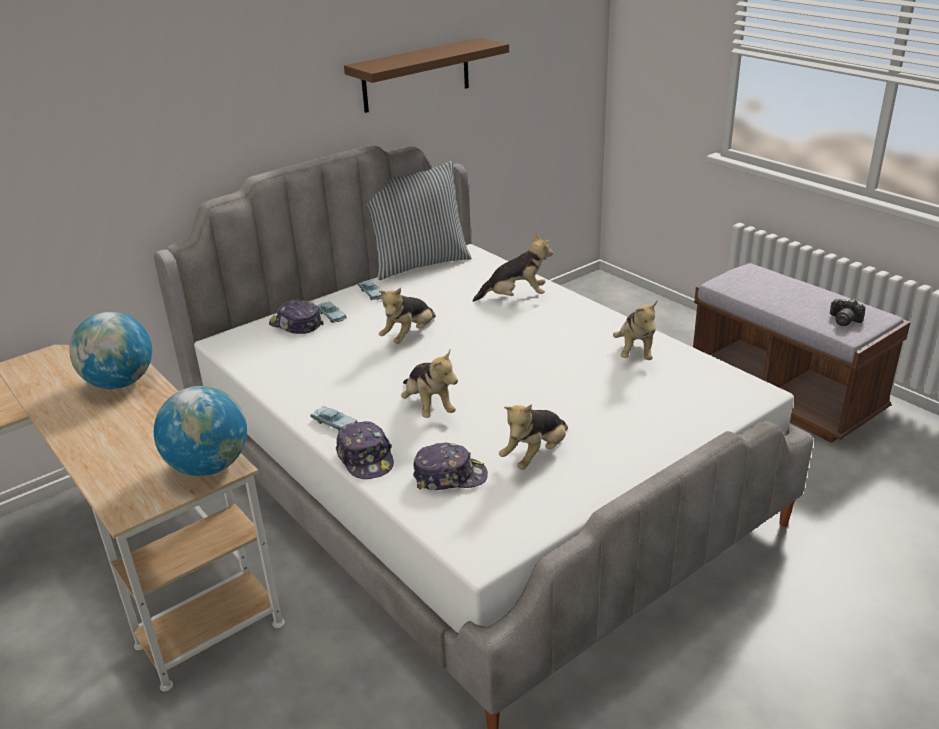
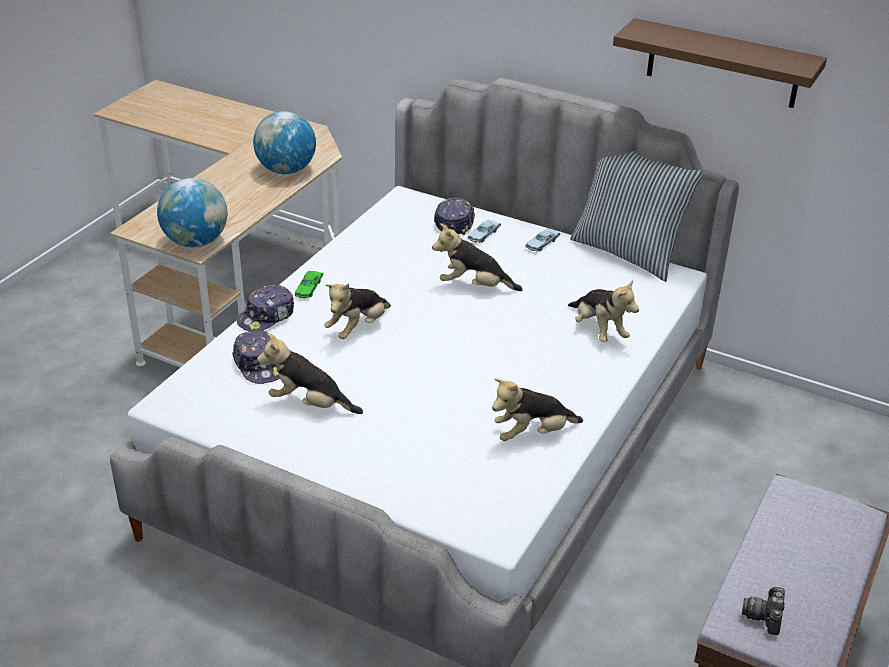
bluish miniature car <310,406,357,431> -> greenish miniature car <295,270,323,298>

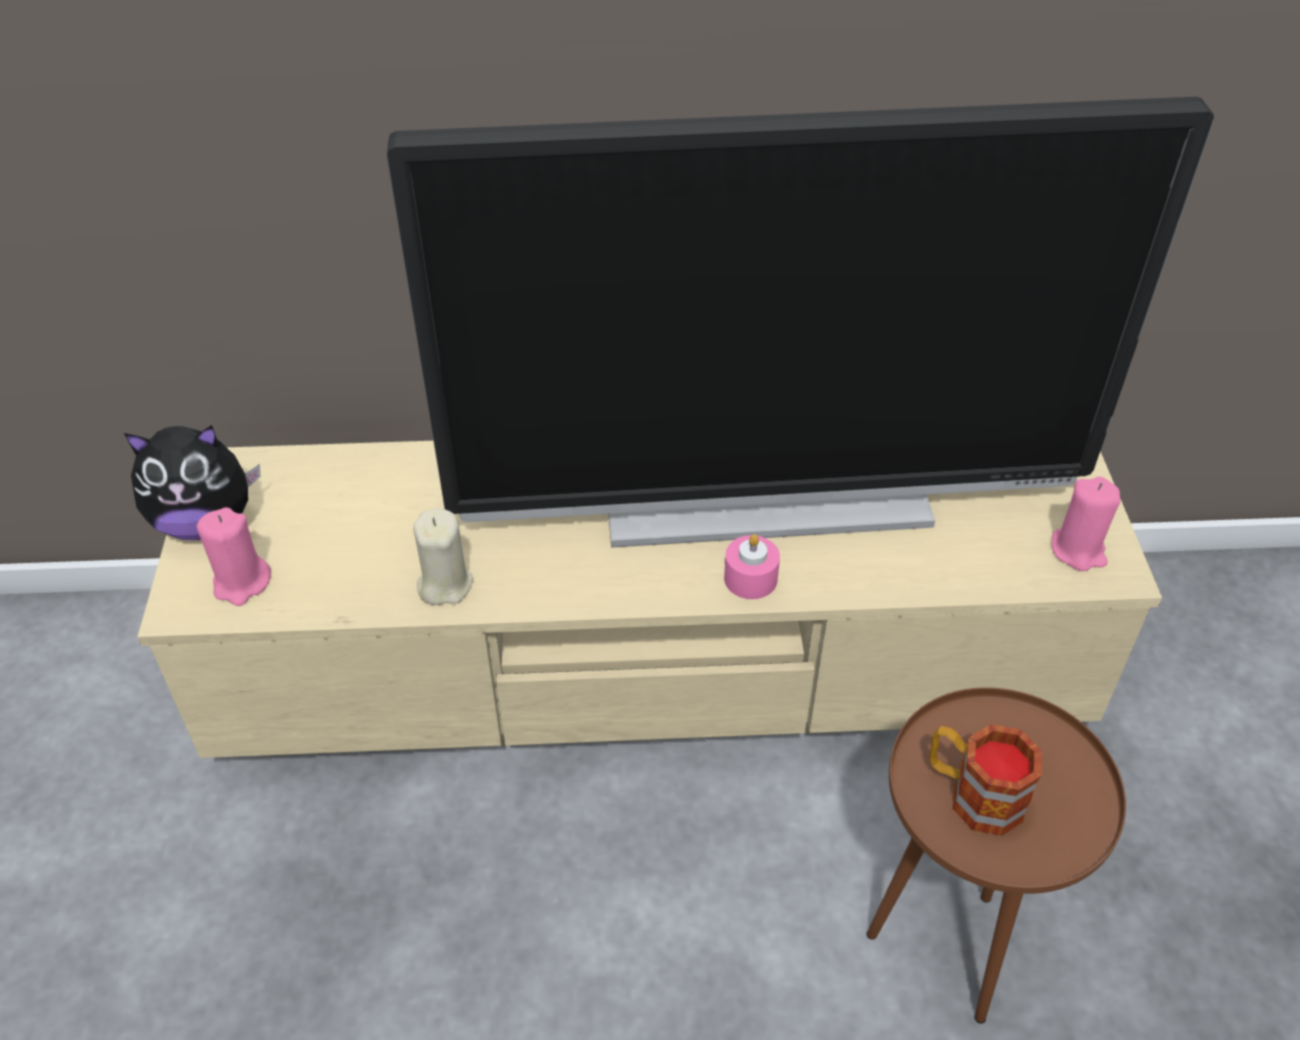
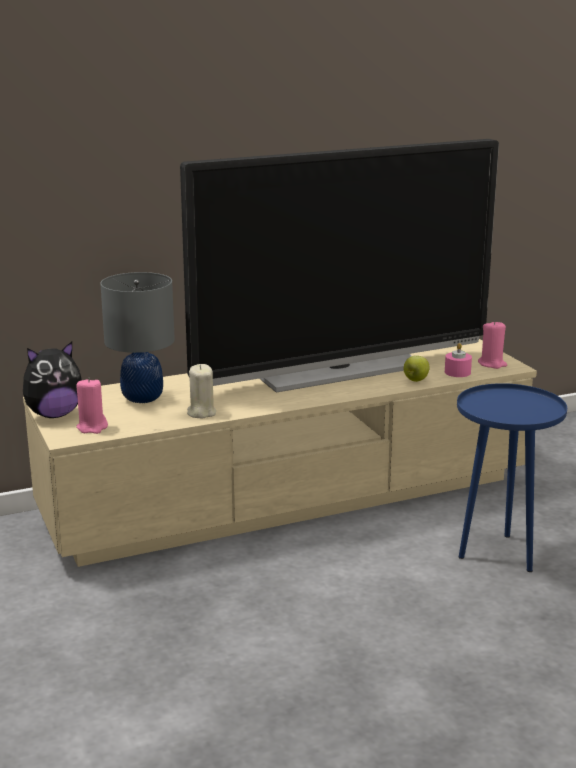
pink wax candle <724,534,780,599> -> pink wax candle <445,343,472,377>, moved
brown-coloured accent table <866,687,1126,1024> -> bluish accent table <457,383,567,572>
tea mug <929,724,1042,836> -> none
none -> greyish table lamp <100,272,175,403>
none -> whole apple <404,355,430,382>

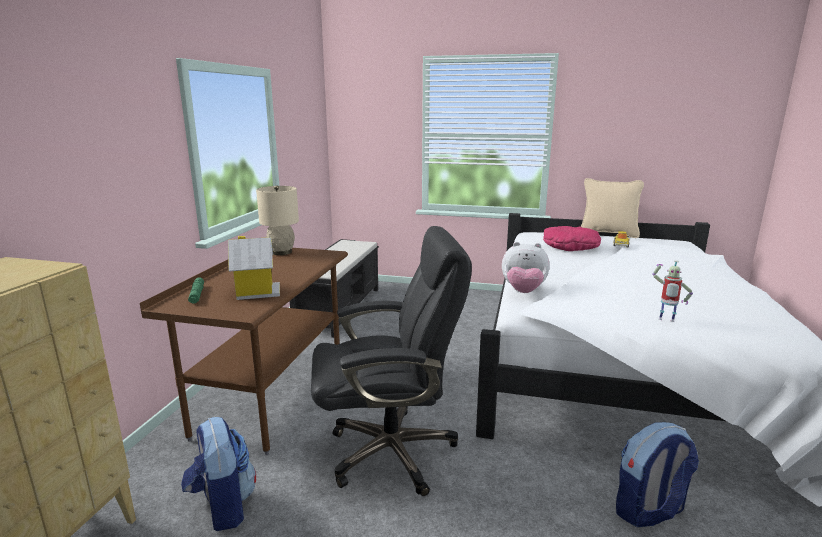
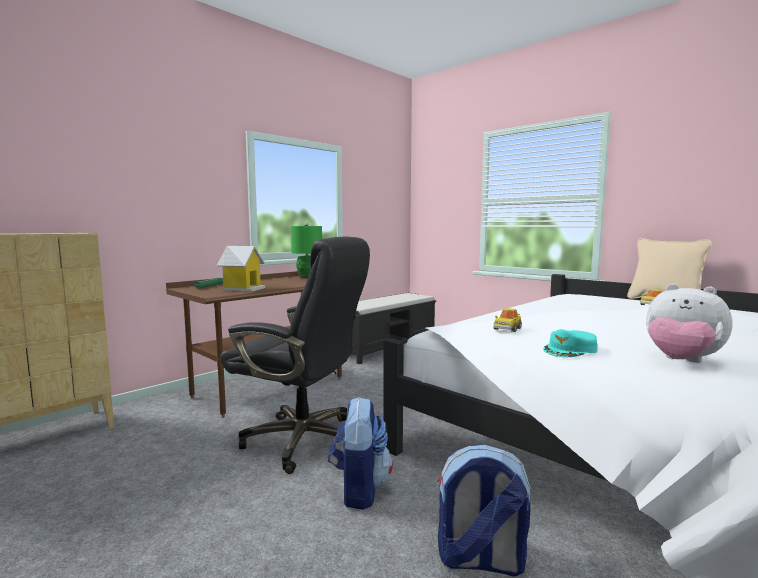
knapsack <181,417,256,531> -> knapsack <328,397,393,510>, moved
beige-coloured table lamp <256,185,299,255> -> greenish table lamp <291,223,322,279>
plush toy <502,242,550,293> -> plush toy <646,284,733,363>, moved
pink pillow <543,226,601,251> -> none
model robot <652,260,693,322> -> turquoise-coloured baseball cap <543,329,598,357>
none -> miniature car <493,308,522,332>

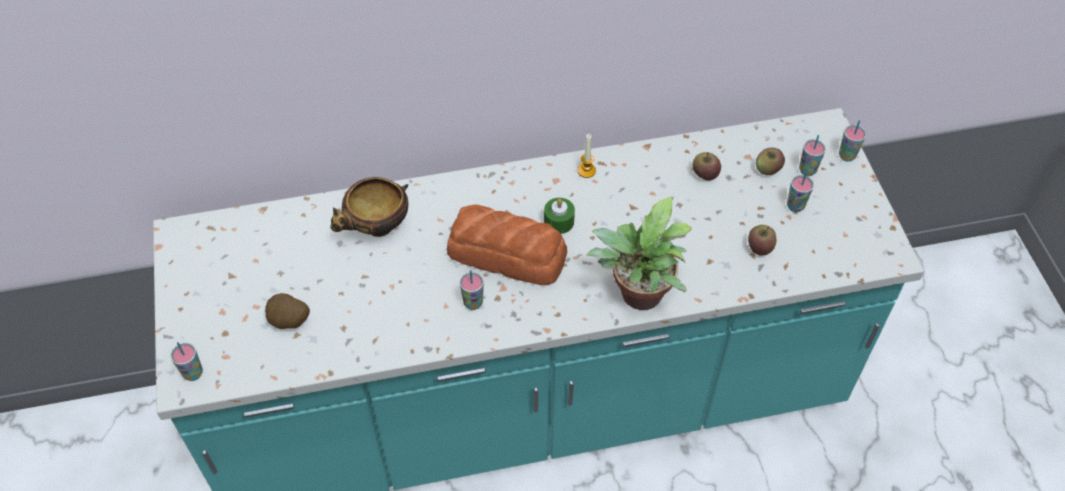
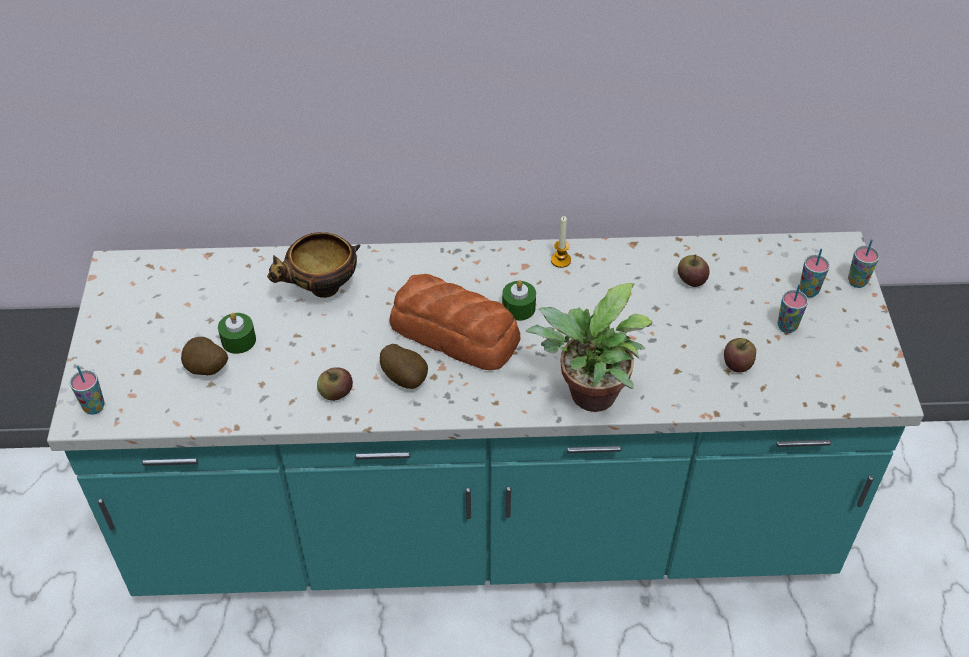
small cup <460,270,484,310> -> spud <380,344,428,389>
whole apple <756,148,785,175> -> whole apple <317,367,353,401>, moved
none -> greenish wax candle <218,313,256,354>

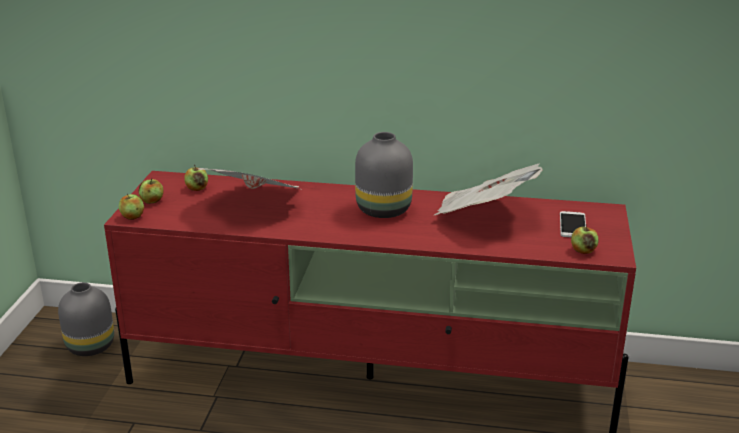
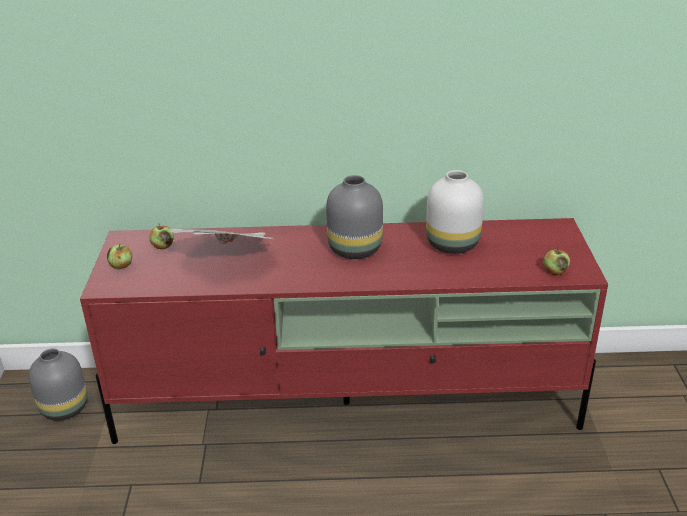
whole apple <119,194,144,220> -> none
newspaper <434,163,543,215> -> whitish vase <426,170,484,254>
telephone <560,211,586,237> -> none

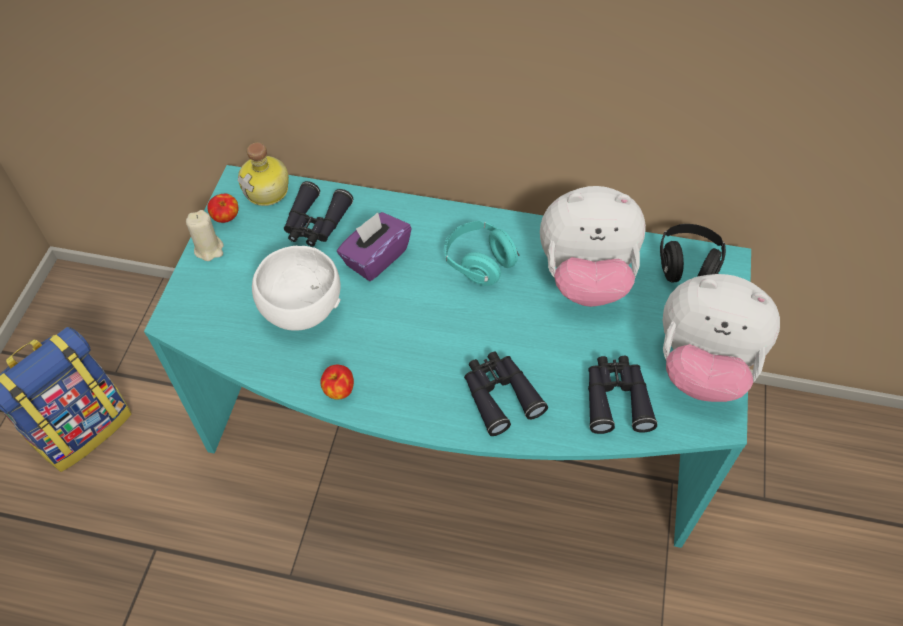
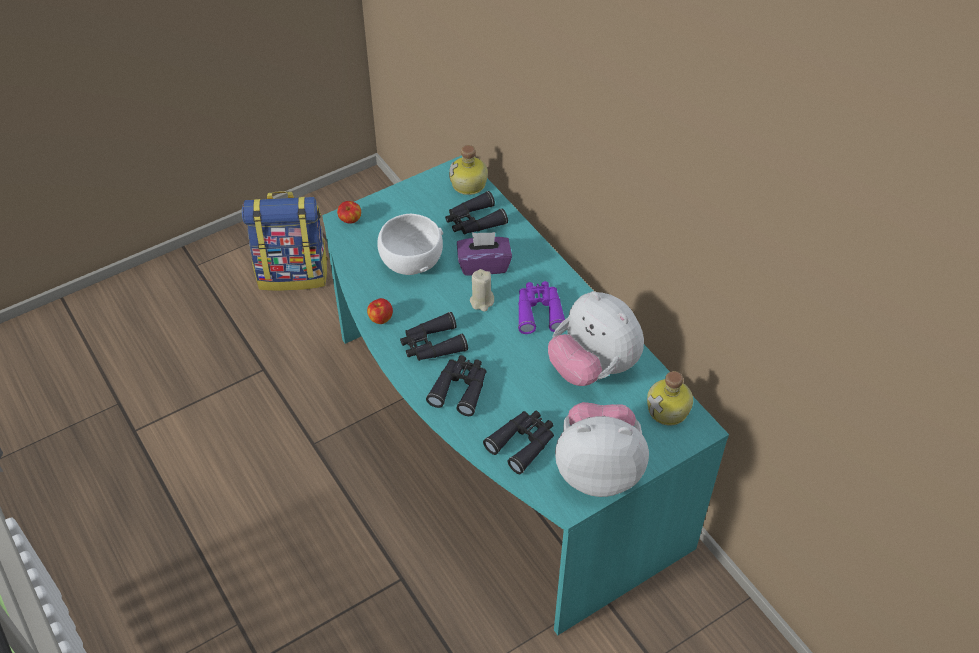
beige-coloured wax candle <186,210,223,261> -> beige-coloured wax candle <470,269,494,312>, moved
whole apple <207,194,238,223> -> whole apple <337,201,361,224>, moved
turquoise-coloured pair of headphones <445,221,520,286> -> purple field glasses <518,281,565,334>
black pair of headphones <660,224,726,283> -> drink bottle <647,371,693,426>
plush toy <663,274,780,402> -> plush toy <555,402,649,497>, 120 degrees clockwise
none -> black field glasses <400,312,468,361>

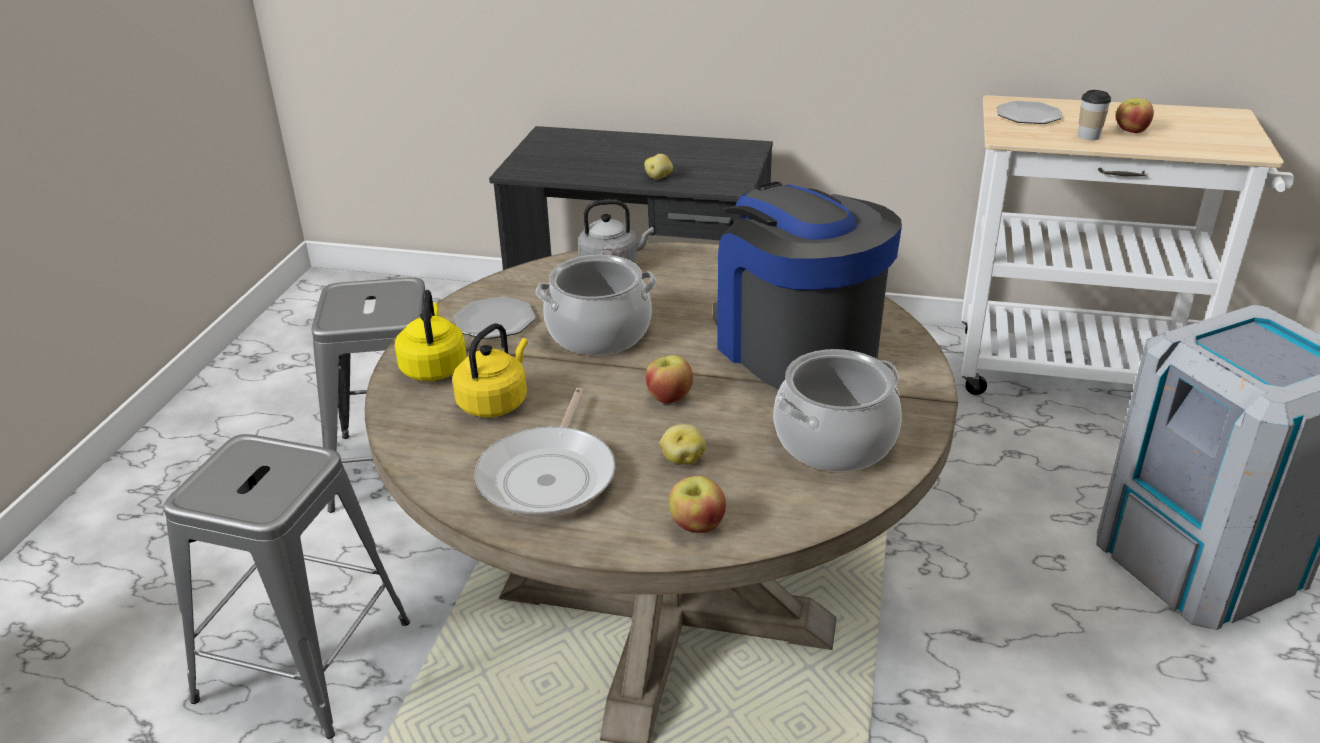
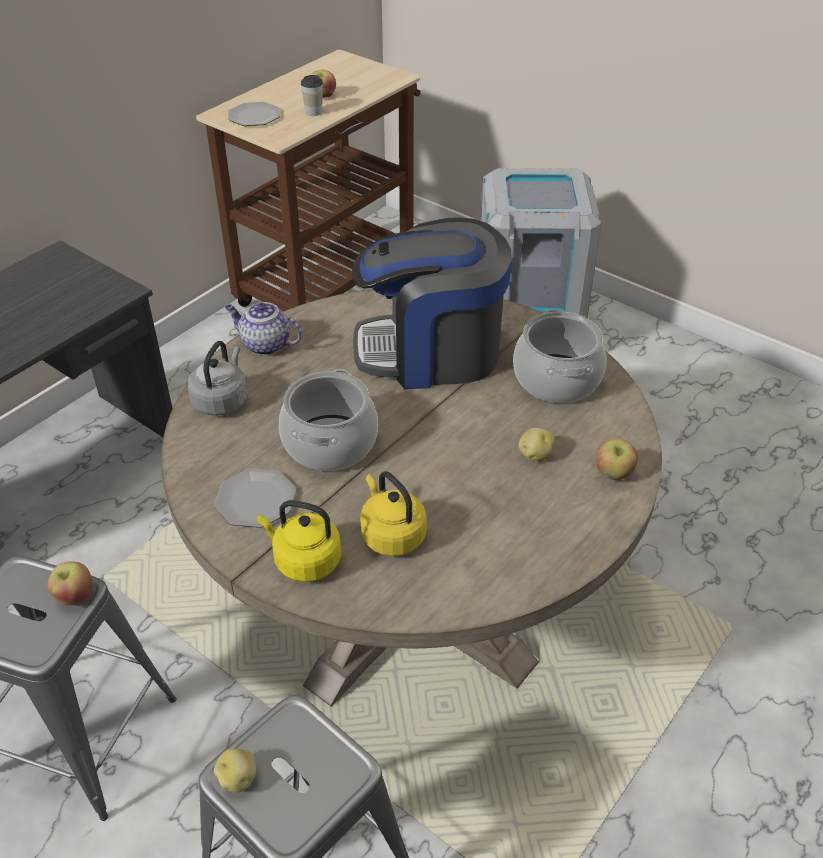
frying pan <475,388,616,518> -> none
spud <644,154,673,179> -> spud <214,748,256,792>, moved
whole apple <646,355,693,404> -> whole apple <48,561,92,605>, moved
whitish cart <961,95,1295,395> -> brown-coloured cart <196,50,421,311>
none -> tea pot <225,302,302,355>

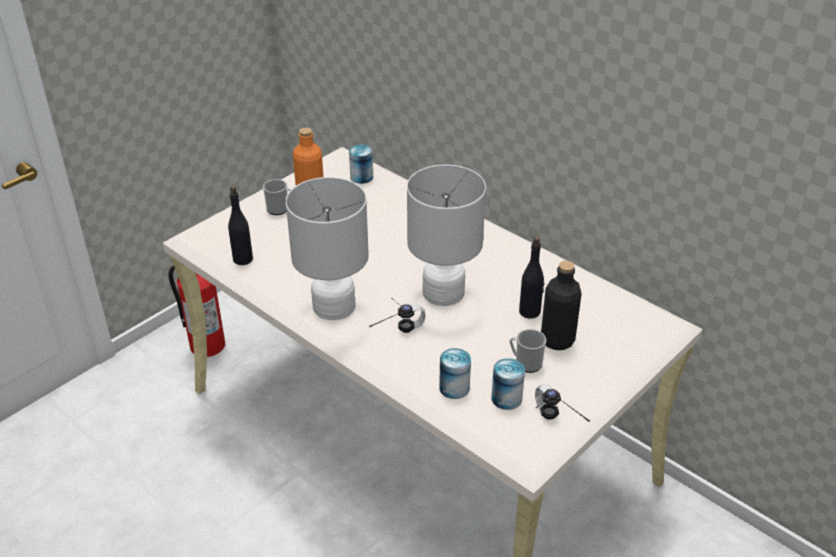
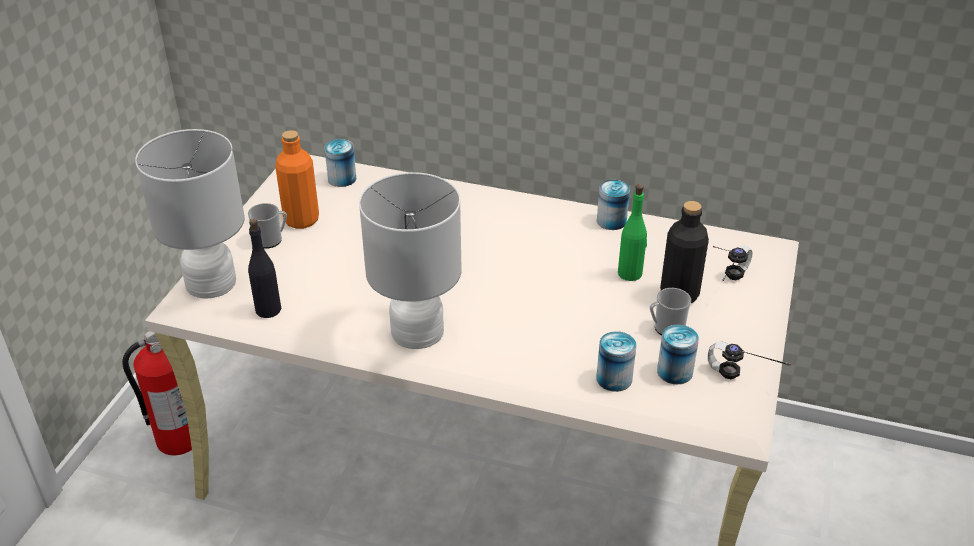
pair of headphones <369,298,425,333> -> pair of headphones <713,245,753,281>, moved
greyish table lamp <407,165,486,306> -> greyish table lamp <135,129,245,298>, moved
black drink bottle <519,236,544,319> -> greenish drink bottle <618,184,647,281>
none -> can <597,180,630,230>

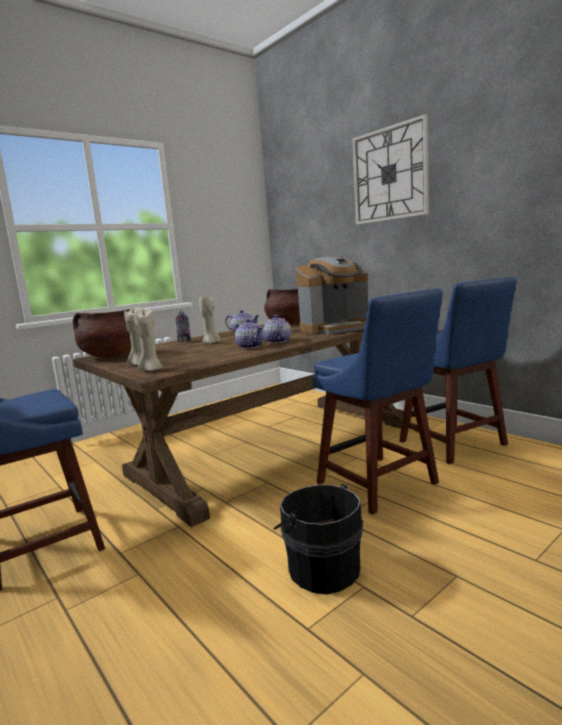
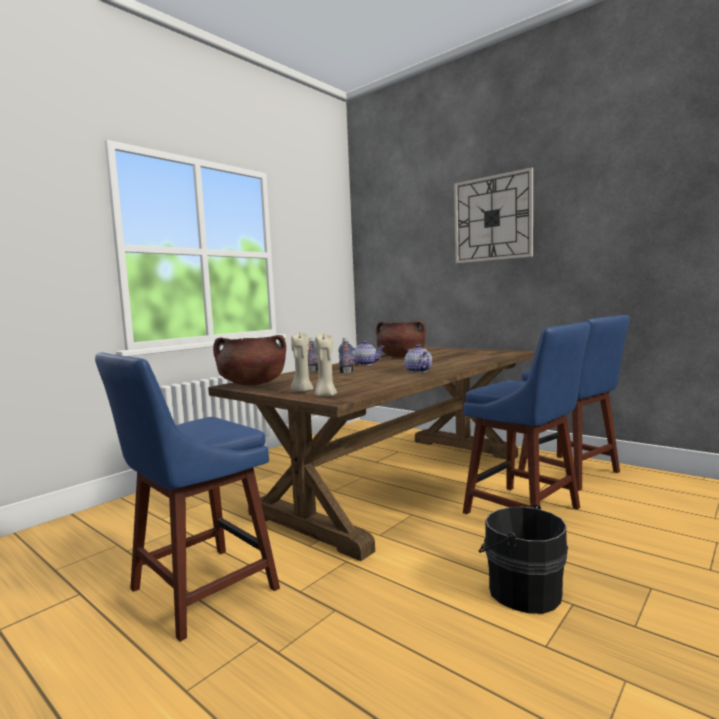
beige-coloured wax candle <199,297,220,344> -> drink bottle <338,337,354,373>
tea pot <235,319,264,349> -> none
coffee maker <296,257,368,334> -> none

